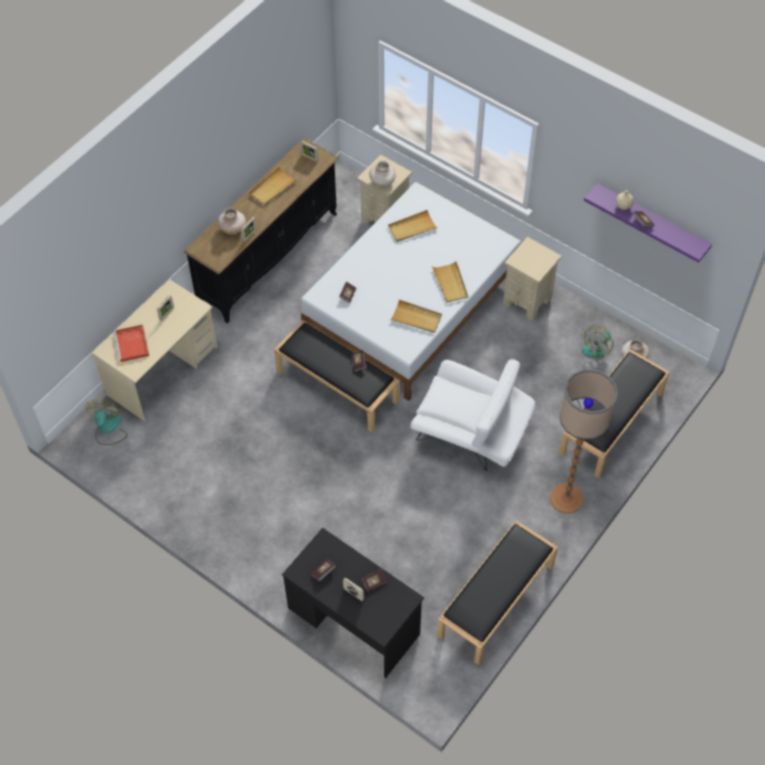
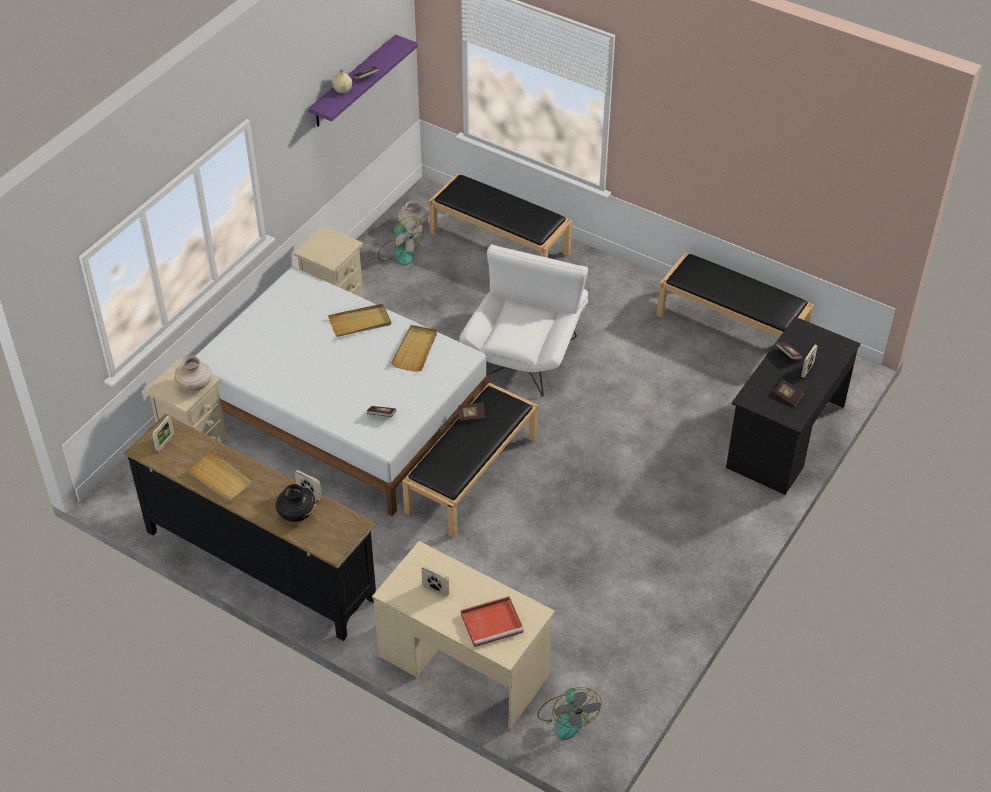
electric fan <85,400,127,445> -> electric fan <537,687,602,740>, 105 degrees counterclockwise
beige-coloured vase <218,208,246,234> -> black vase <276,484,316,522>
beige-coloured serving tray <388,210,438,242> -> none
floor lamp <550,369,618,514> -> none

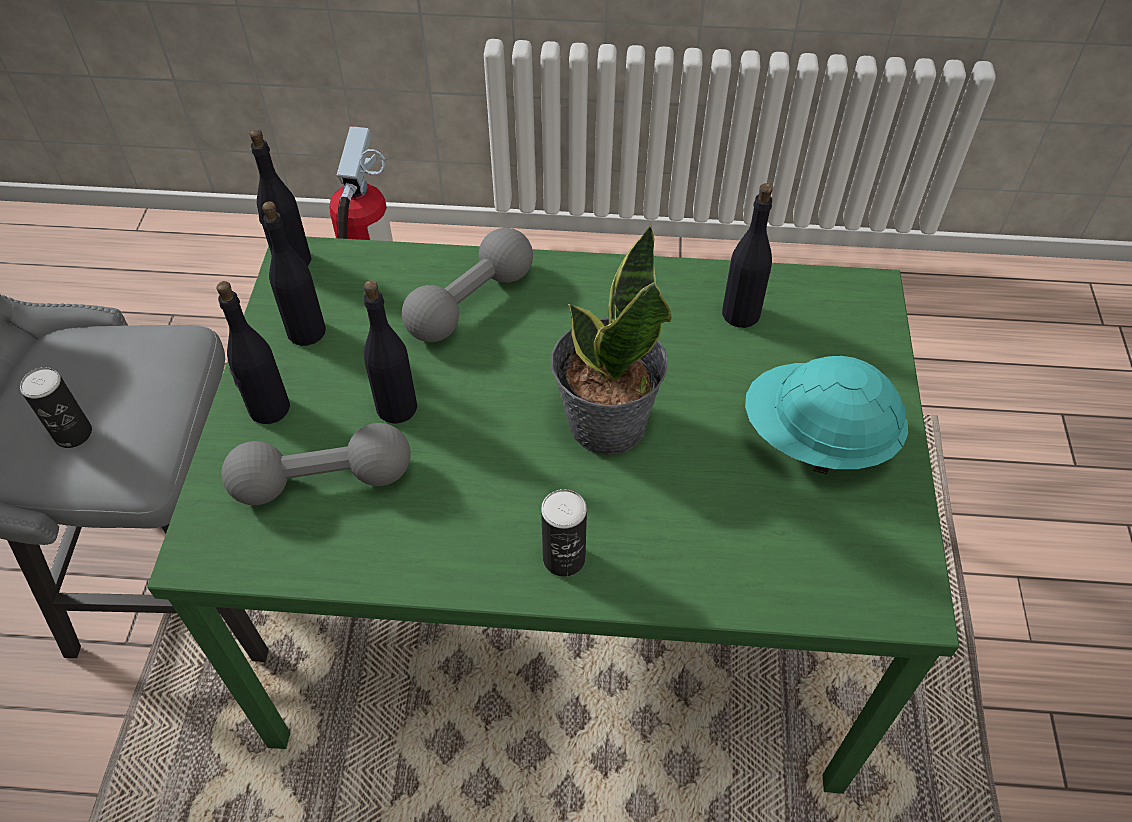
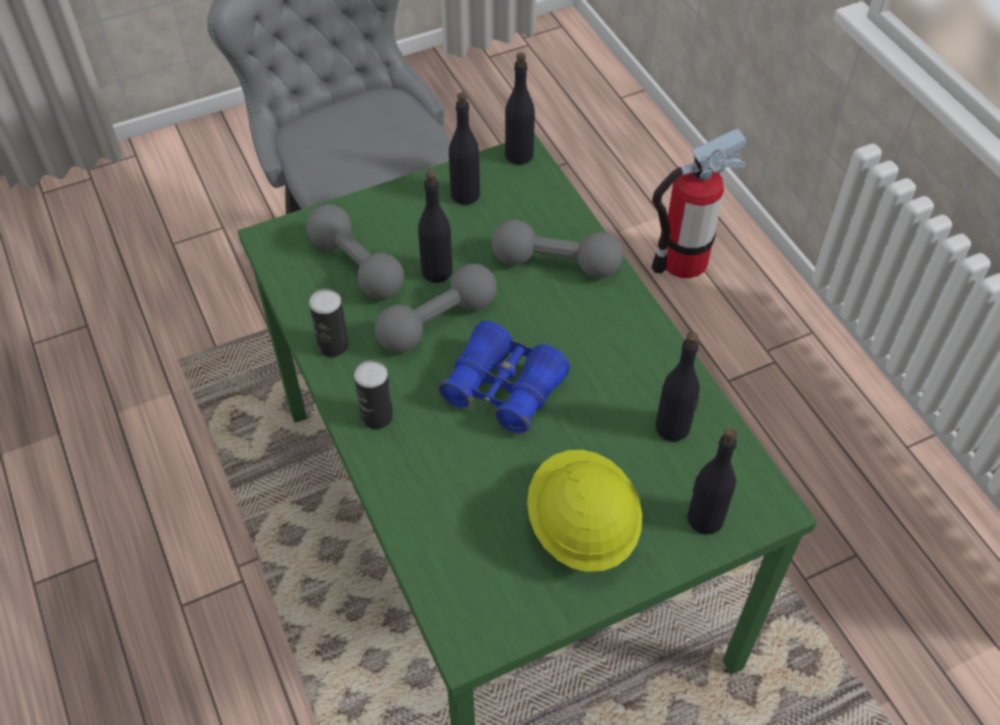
can <20,367,92,448> -> can <309,289,349,357>, moved
black drink bottle <216,281,290,424> -> black drink bottle <687,428,737,535>, moved
houseplant <551,223,672,455> -> bluish field glasses <438,321,570,435>
turquoise-coloured hard hat <745,356,908,474> -> yellow hard hat <527,450,642,572>
none -> greyish hand weight <375,264,497,353>

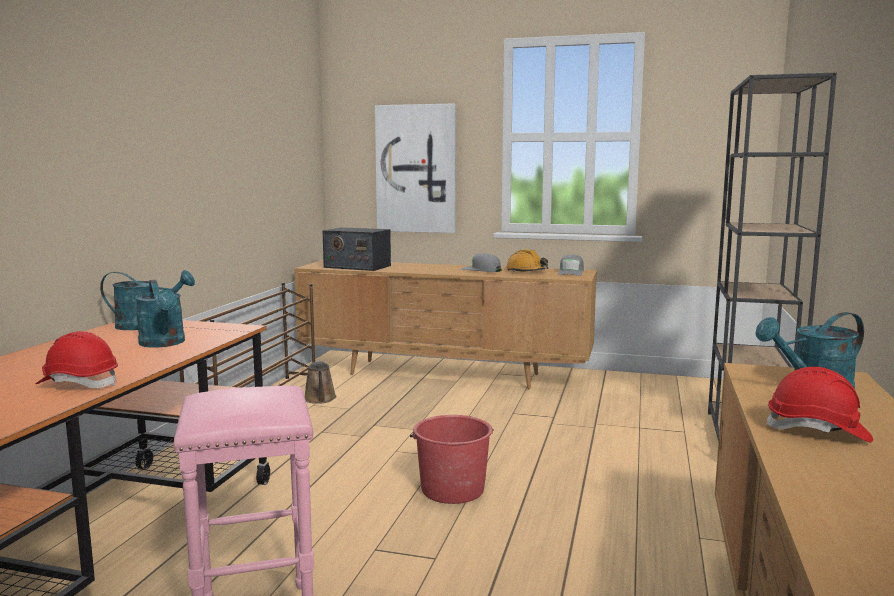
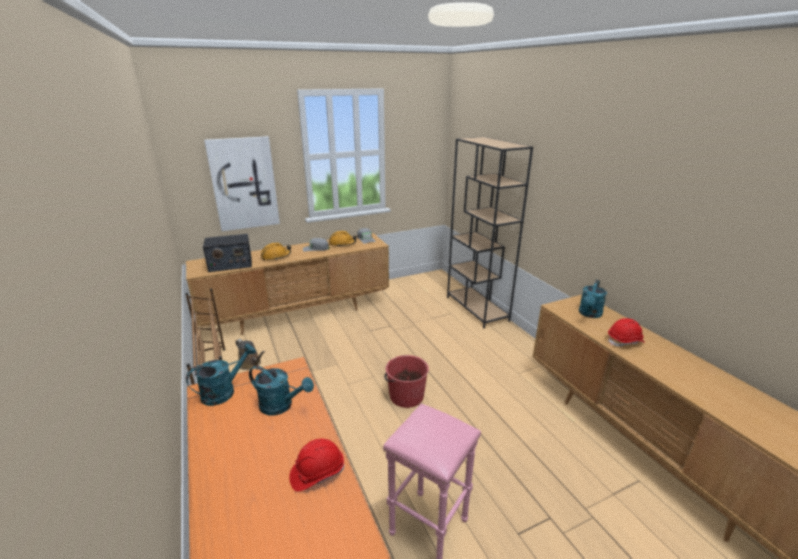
none -> orangey hard hat <261,242,291,260>

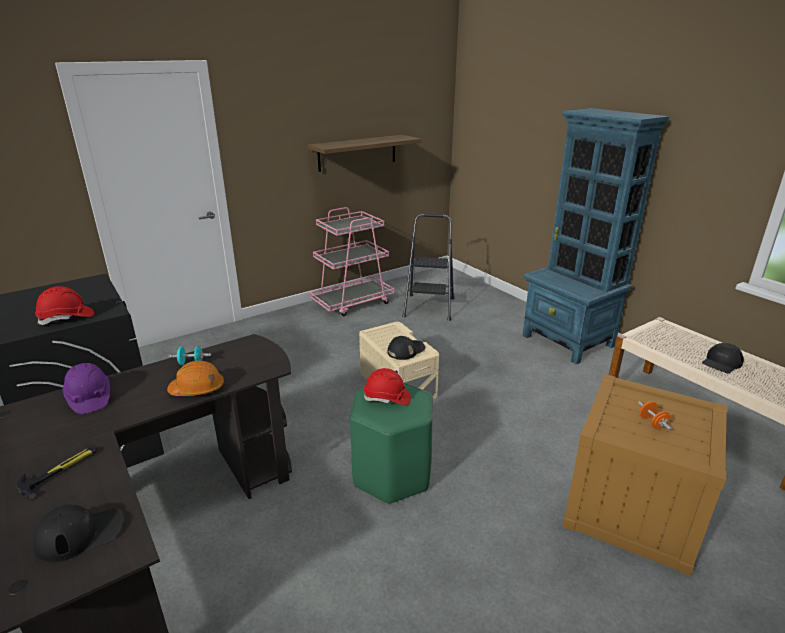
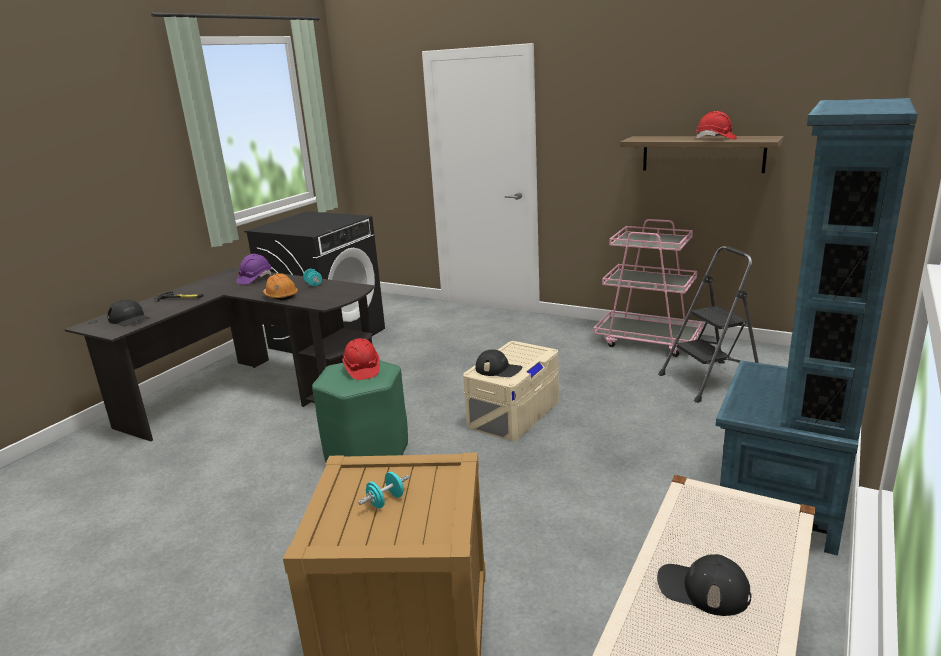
red hard hat <35,286,94,325> -> red hard hat <695,111,737,139>, moved
orangey hand weight <638,401,672,430> -> turquoise-coloured hand weight <358,472,409,508>

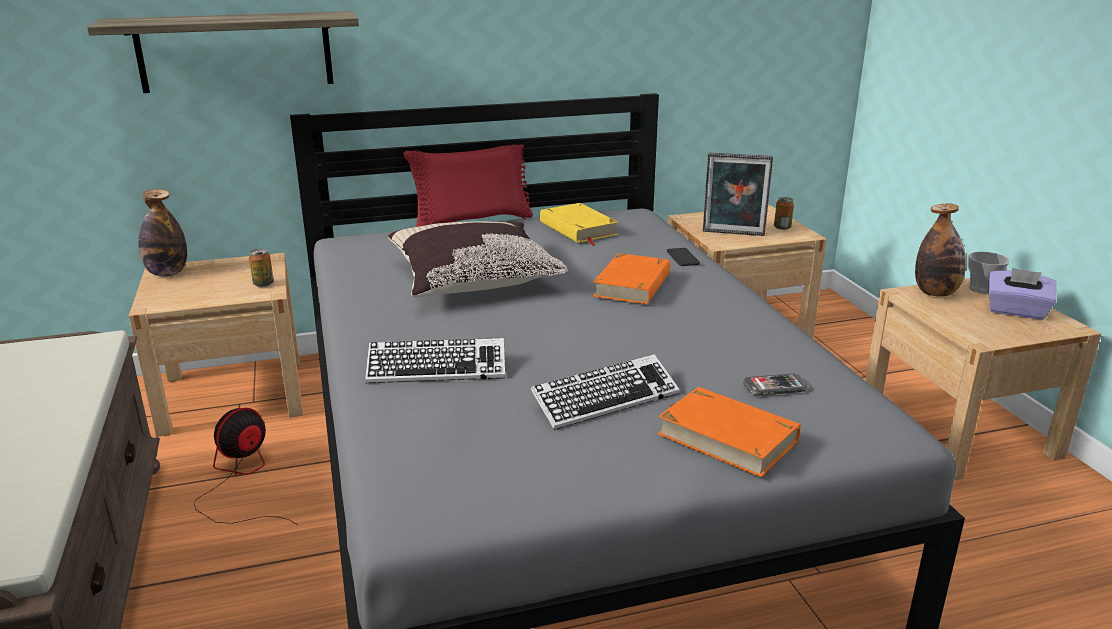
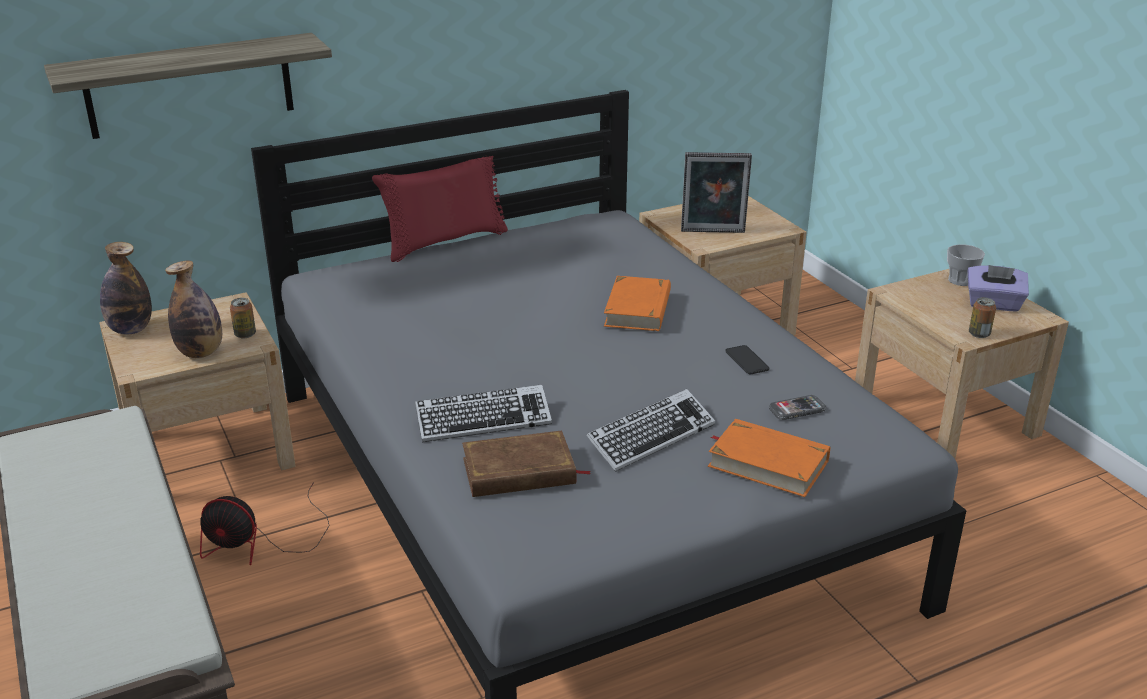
electric fan <194,408,298,525> -> electric fan <200,482,330,565>, 105 degrees counterclockwise
pillow <388,221,568,297> -> none
yellow volume <540,203,618,245> -> none
telephone <667,248,700,266> -> telephone <725,345,769,374>, moved
can <774,197,794,230> -> can <969,297,996,338>, moved
drink bottle <915,204,966,297> -> drink bottle <165,261,222,358>, moved
none -> brown-coloured volume <462,431,591,497>

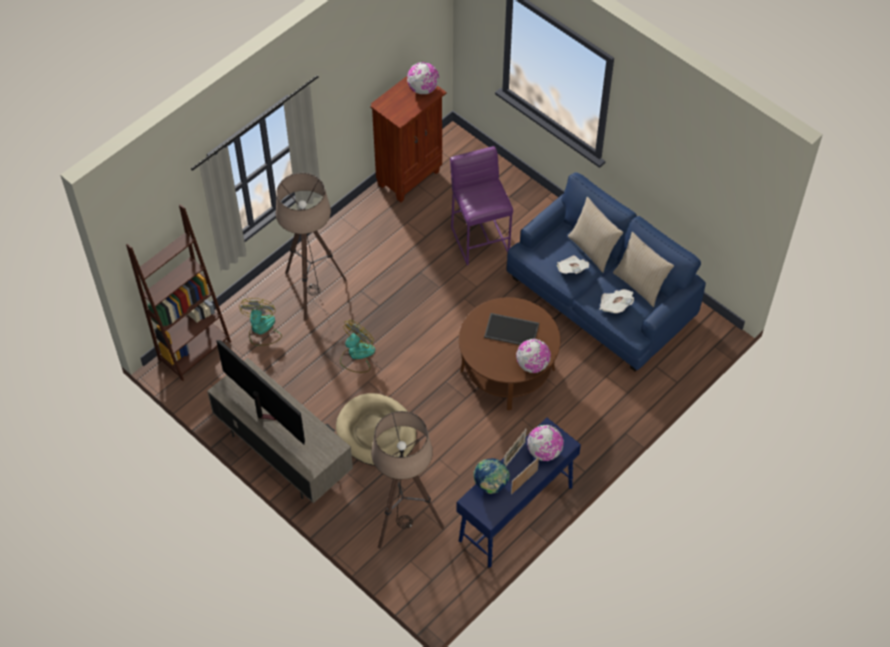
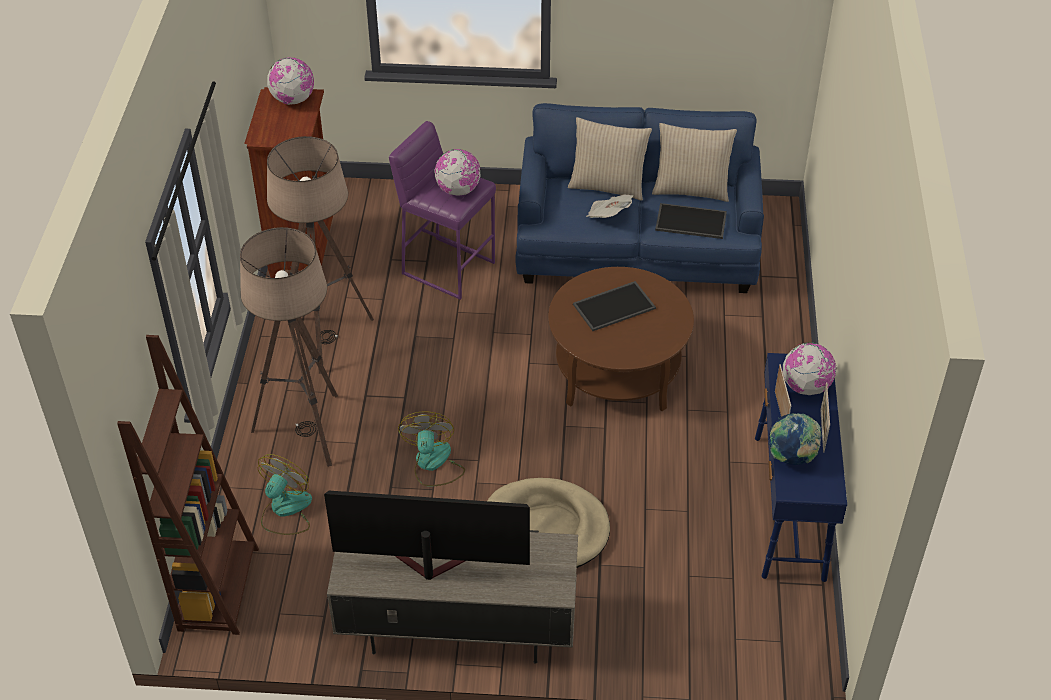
electric fan <239,298,282,346> -> electric fan <258,454,312,535>, 60 degrees clockwise
floor lamp <371,411,444,549> -> floor lamp <267,136,374,374>, moved
world globe <516,339,551,373> -> world globe <434,149,481,196>, moved
newspaper <599,289,634,313> -> serving tray <655,203,727,239>

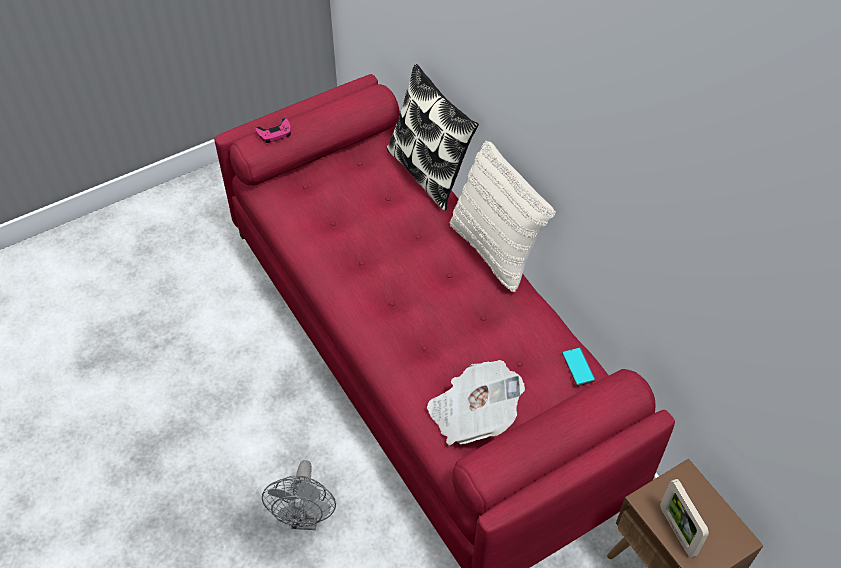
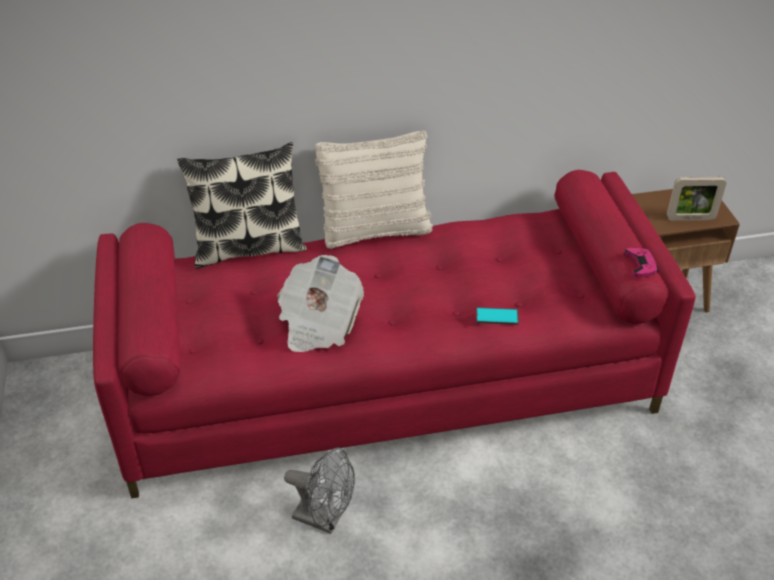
pink game controller <256,118,291,143> -> pink game controller <624,248,659,278>, moved
greyish electric fan <262,460,336,530> -> greyish electric fan <284,448,355,534>, moved
newspaper <427,360,525,445> -> newspaper <277,255,364,352>, moved
telephone <562,347,596,386> -> telephone <476,307,519,325>, moved

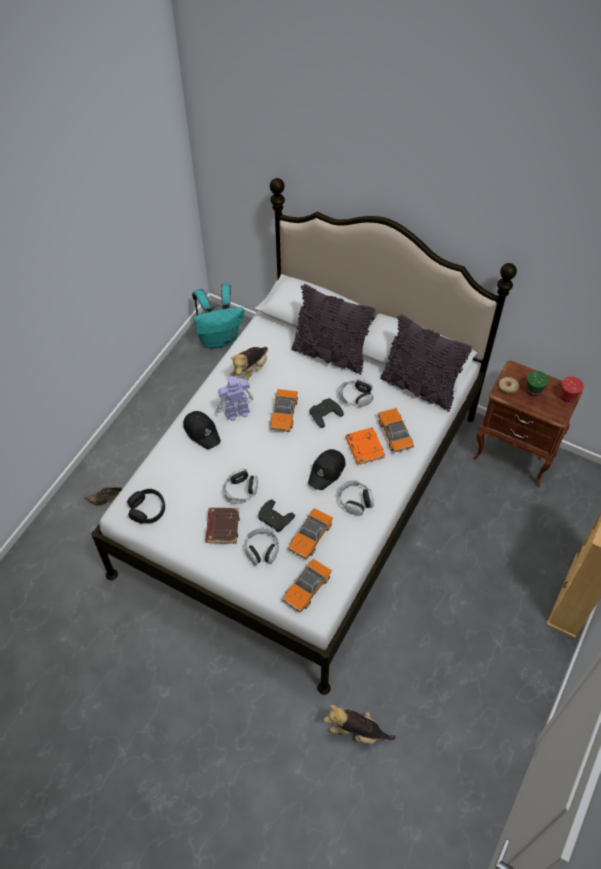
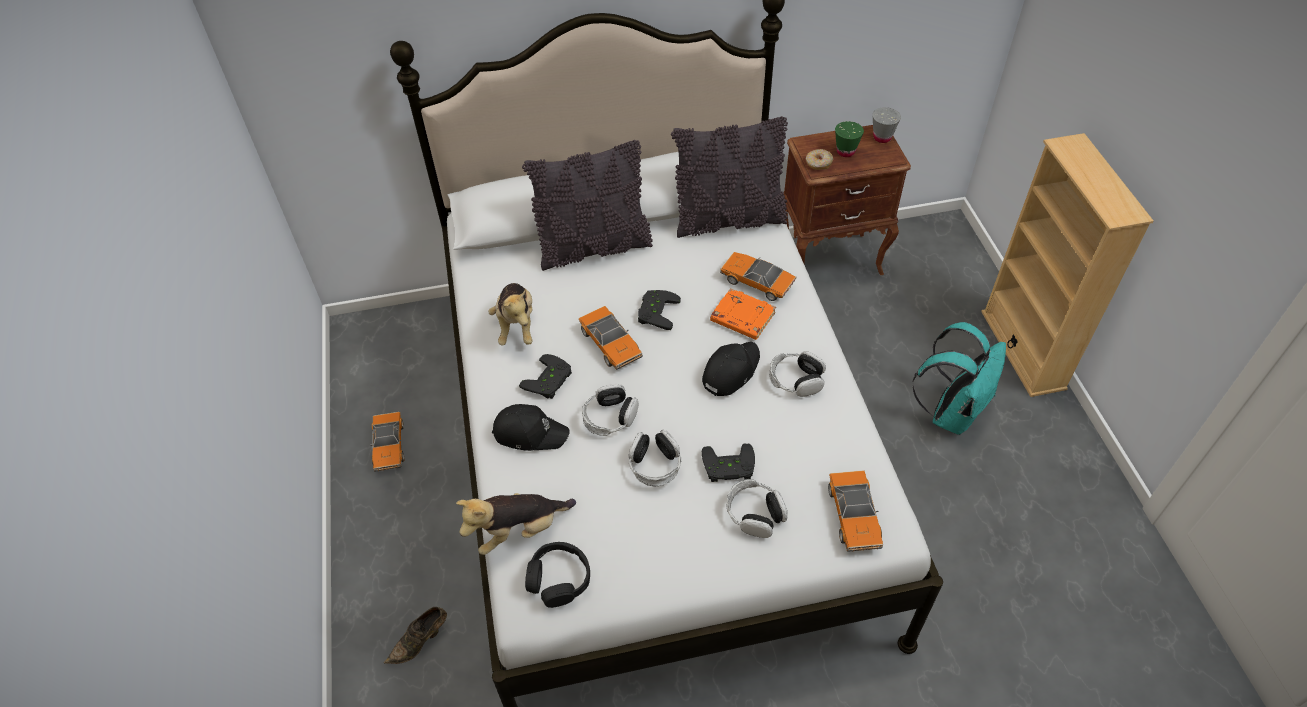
turquoise-coloured knapsack <192,283,244,349> -> turquoise-coloured knapsack <912,322,1006,435>, moved
brown-coloured volume <205,508,240,544> -> none
model robot <216,376,253,421> -> black game controller <519,354,572,399>
miniature car <288,508,333,559> -> miniature car <371,412,404,472>, moved
black baseball cap <308,449,345,490> -> black baseball cap <702,342,760,396>, 135 degrees counterclockwise
plush toy <324,705,396,744> -> plush toy <456,493,576,555>, moved
pair of headphones <339,379,373,407> -> pair of headphones <582,384,639,436>, moved
red small cup <561,376,584,402> -> greyish small cup <873,107,901,143>

